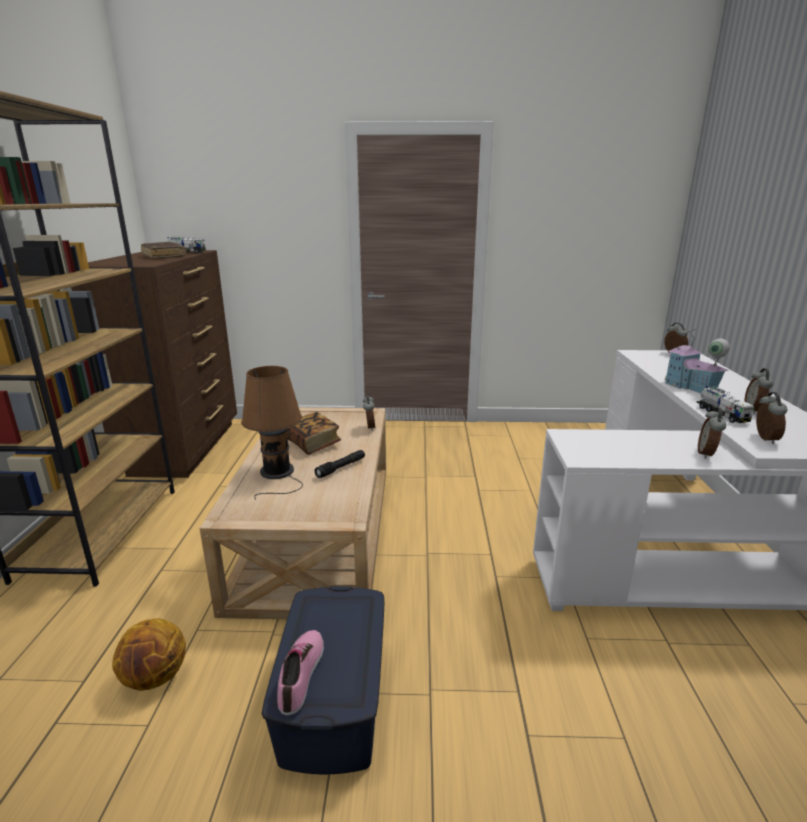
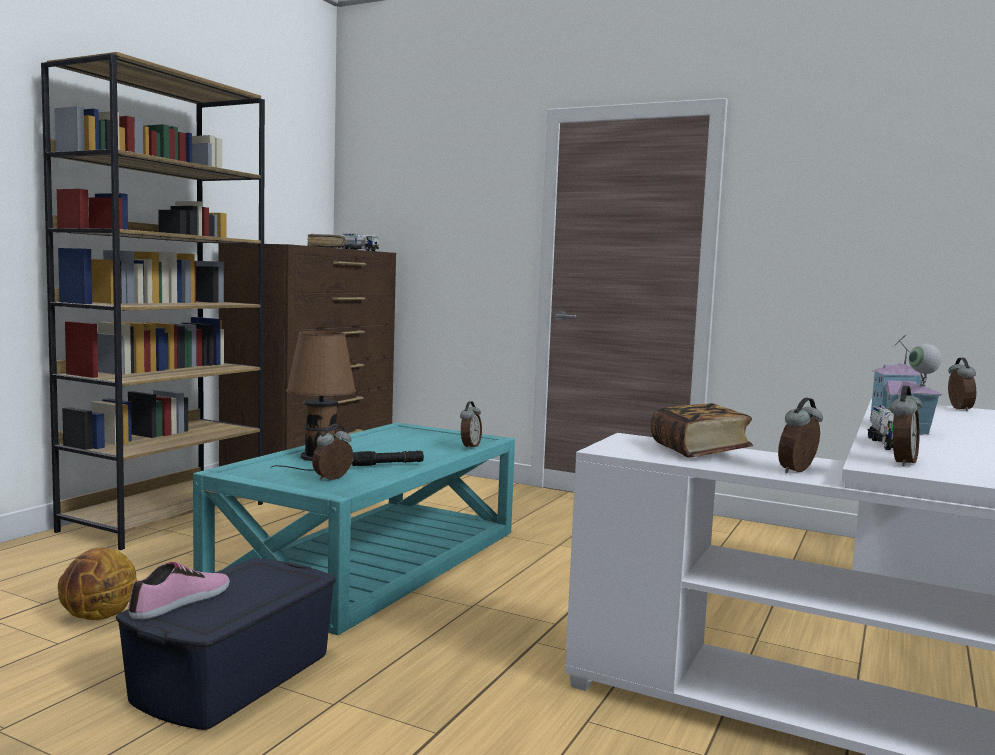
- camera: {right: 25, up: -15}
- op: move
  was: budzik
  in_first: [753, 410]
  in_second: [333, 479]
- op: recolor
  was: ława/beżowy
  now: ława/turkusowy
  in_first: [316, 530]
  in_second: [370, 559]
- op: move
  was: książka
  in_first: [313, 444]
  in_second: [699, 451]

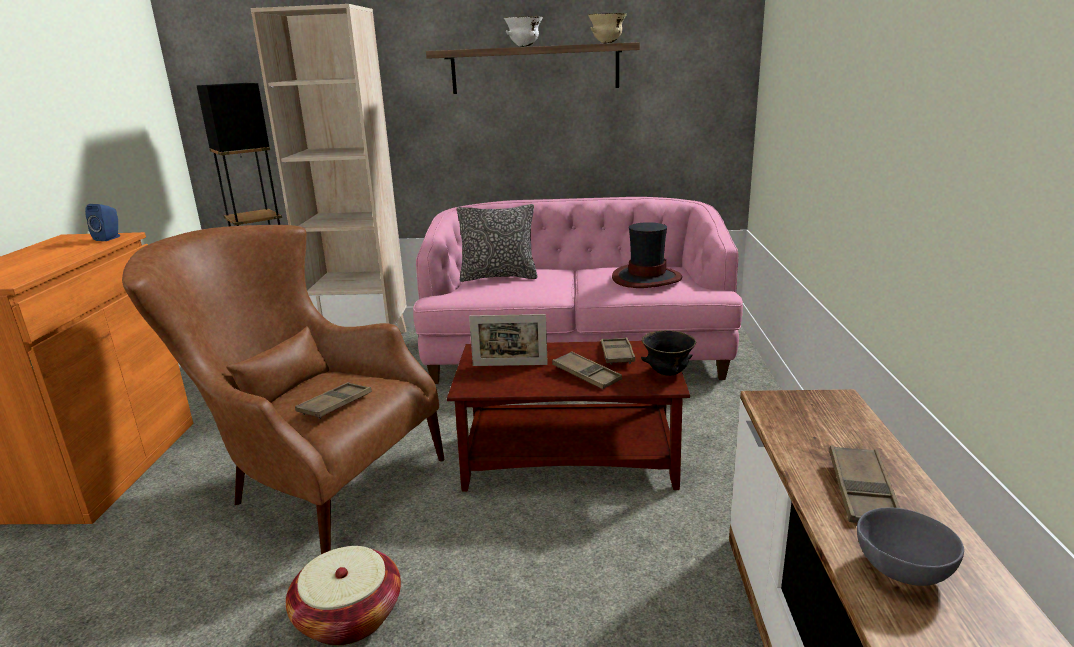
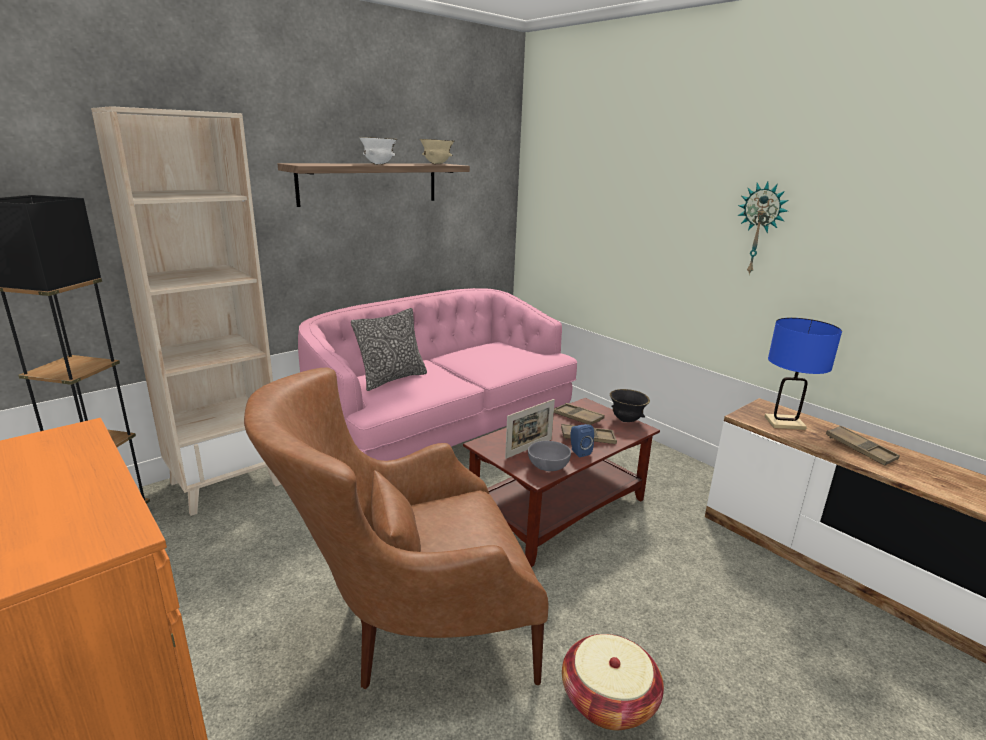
- camera: {right: -45, up: 0}
- op: move
  was: głośnik/niebieski
  in_first: [109, 238]
  in_second: [579, 451]
- op: delete
  was: kapelusz
  in_first: [646, 278]
- op: delete
  was: taca/brązowy
  in_first: [335, 405]
- op: move
  was: miska/szary
  in_first: [899, 570]
  in_second: [547, 468]
- op: insert
  now: zegar ścienny
  in_second: [760, 229]
- op: insert
  now: lampa stołowa/niebieski
  in_second: [784, 423]

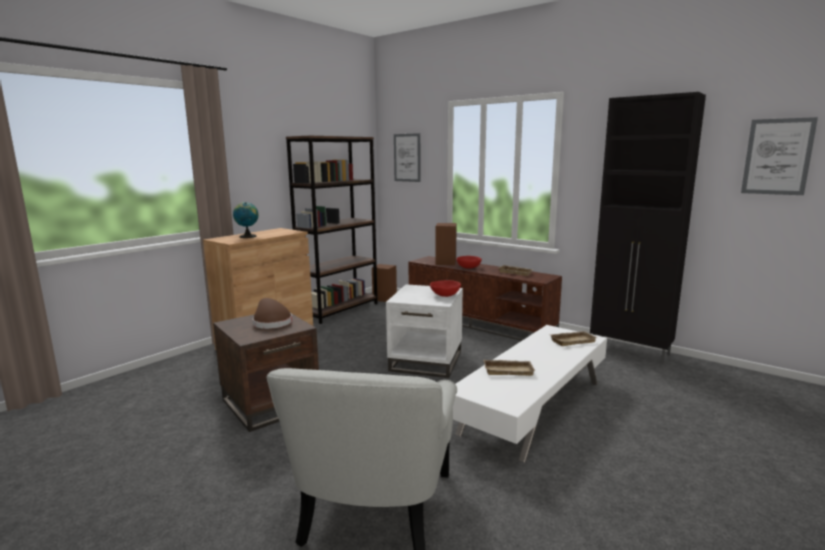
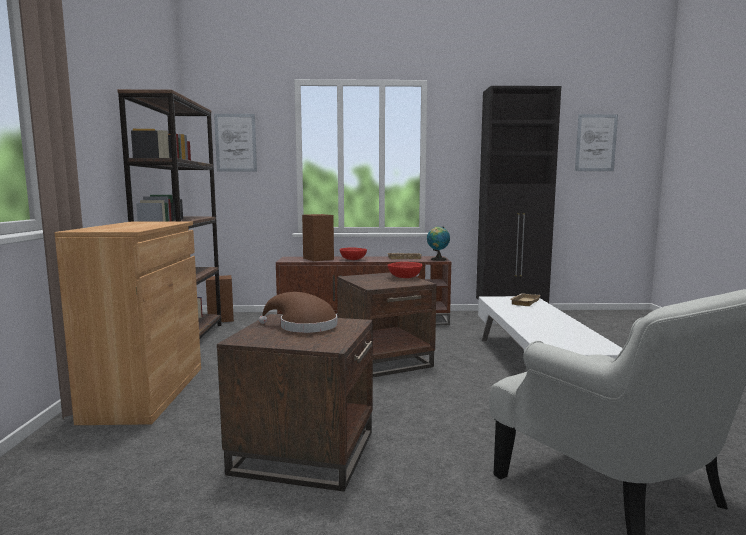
- camera: {right: -40, up: -5}
- op: move
  was: globus
  in_first: [247, 236]
  in_second: [437, 259]
- op: recolor
  was: stolik/biały
  now: stolik/brązowy
  in_first: [427, 361]
  in_second: [385, 360]
- op: delete
  was: taca/beżowy
  in_first: [508, 370]

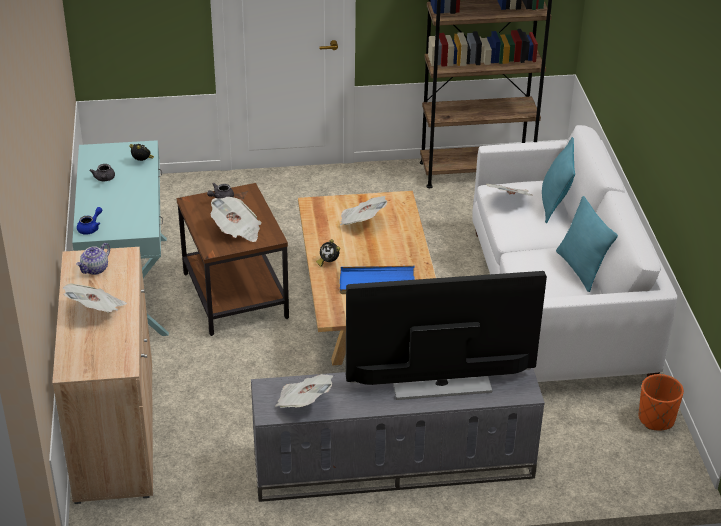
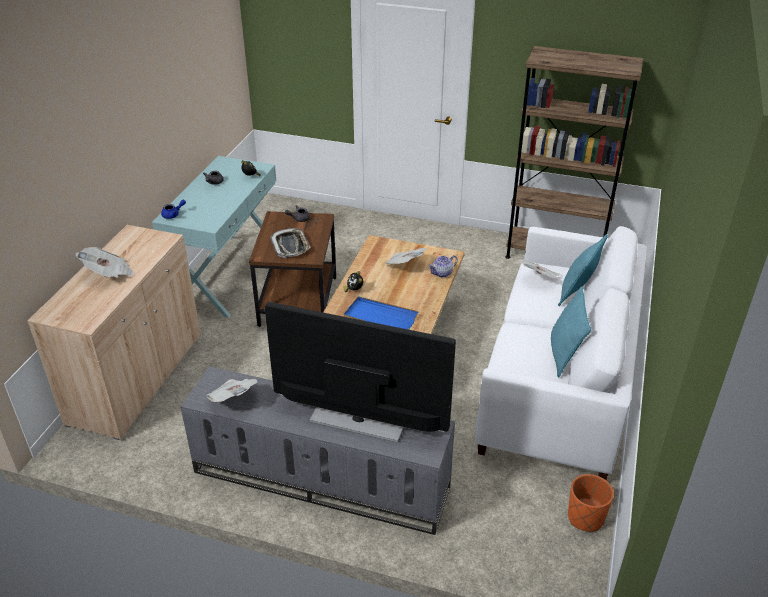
- camera: {right: 25, up: 0}
- op: replace
  was: gazeta
  now: taca
  in_first: [237, 230]
  in_second: [290, 246]
- op: move
  was: imbryk
  in_first: [95, 269]
  in_second: [442, 273]

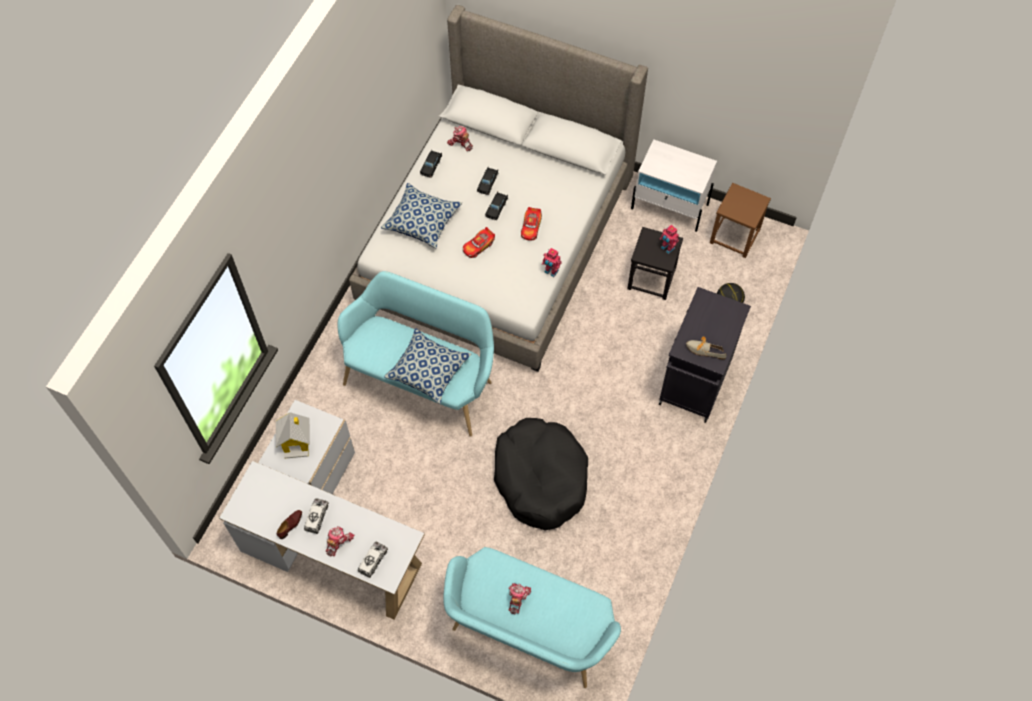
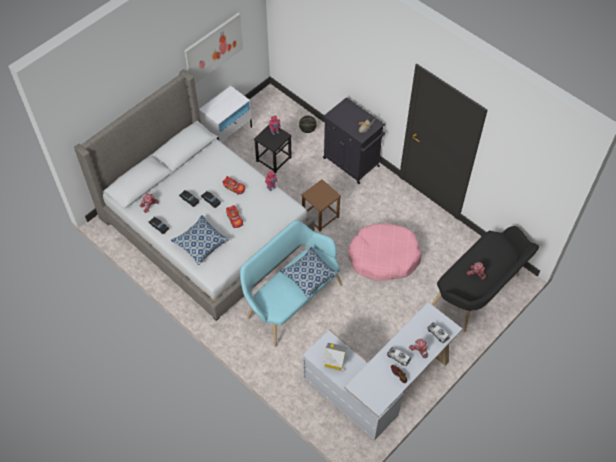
- camera: {right: -70, up: -5}
- op: move
  was: stołek/brązowy
  in_first: [734, 236]
  in_second: [320, 216]
- op: recolor
  was: legowisko/czarny
  now: legowisko/różowy
  in_first: [540, 478]
  in_second: [383, 257]
- op: recolor
  was: ławka/turkusowy
  now: ławka/czarny
  in_first: [528, 633]
  in_second: [478, 293]
- op: insert
  now: obraz
  in_second: [213, 48]

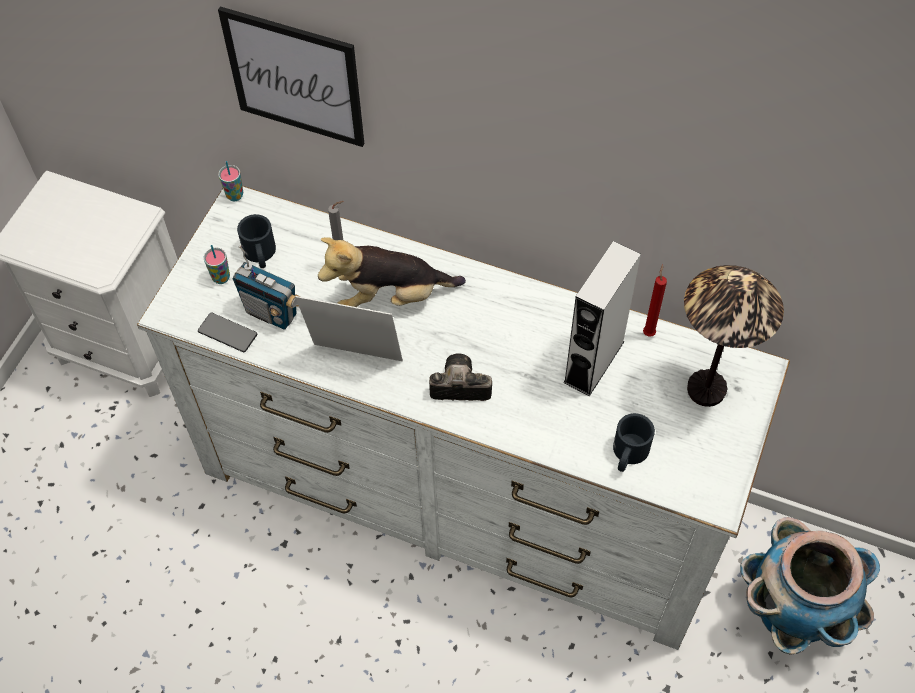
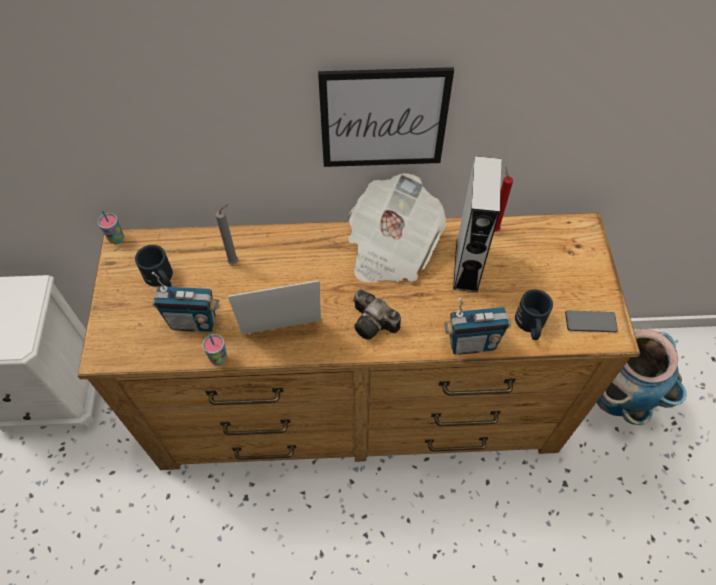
- camera: {right: -25, up: 0}
- op: move
  was: obraz
  in_first: [295, 77]
  in_second: [383, 119]
- op: recolor
  was: komoda/biały
  now: komoda/brązowy
  in_first: [462, 490]
  in_second: [358, 403]
- op: delete
  was: pluszak
  in_first: [390, 297]
- op: move
  was: filiżanka
  in_first: [221, 278]
  in_second: [219, 359]
- op: delete
  was: lampa stołowa
  in_first: [705, 389]
- op: move
  was: telefon
  in_first: [227, 333]
  in_second: [590, 322]
- op: rotate
  was: aparat fotograficzny
  in_first: [457, 386]
  in_second: [375, 323]
  clockwise: -120
- op: insert
  now: gazeta
  in_second: [390, 247]
- op: insert
  now: radio
  in_second: [471, 343]

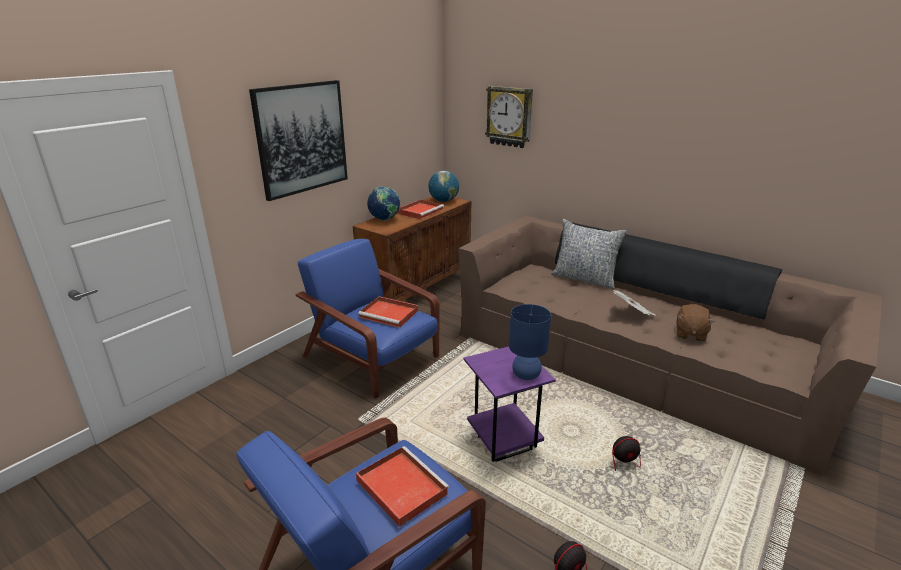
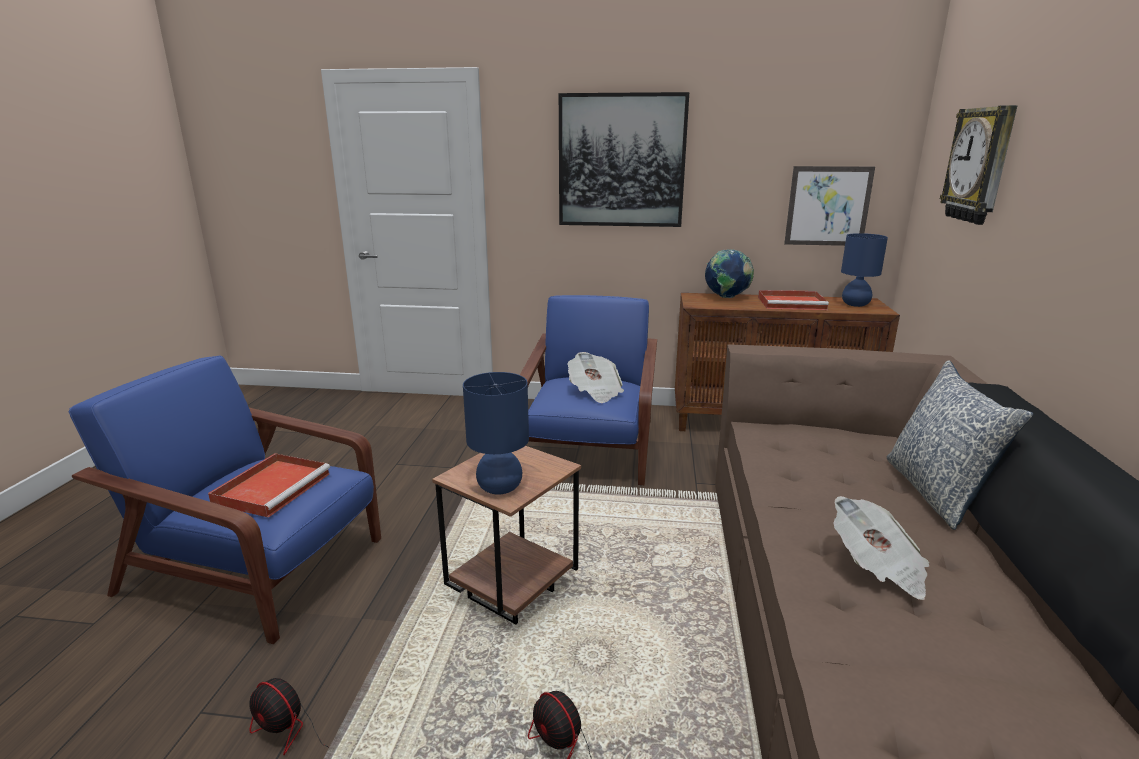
- camera: {right: 60, up: -5}
- op: replace
  was: globus
  now: lampa stołowa/niebieski
  in_first: [443, 201]
  in_second: [856, 304]
- op: replace
  was: taca/czerwony
  now: gazeta
  in_first: [390, 314]
  in_second: [595, 392]
- op: delete
  was: pluszak/brązowy
  in_first: [690, 334]
- op: recolor
  was: stolik/fioletowy
  now: stolik/brązowy
  in_first: [505, 442]
  in_second: [513, 595]
- op: insert
  now: obraz
  in_second: [828, 206]

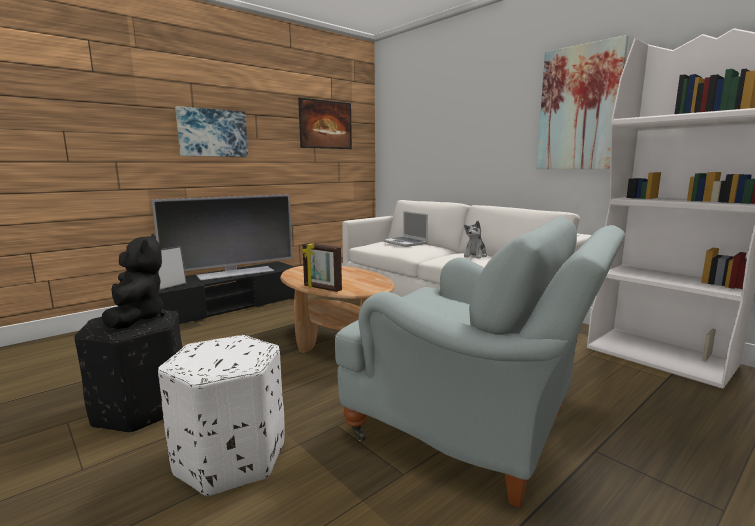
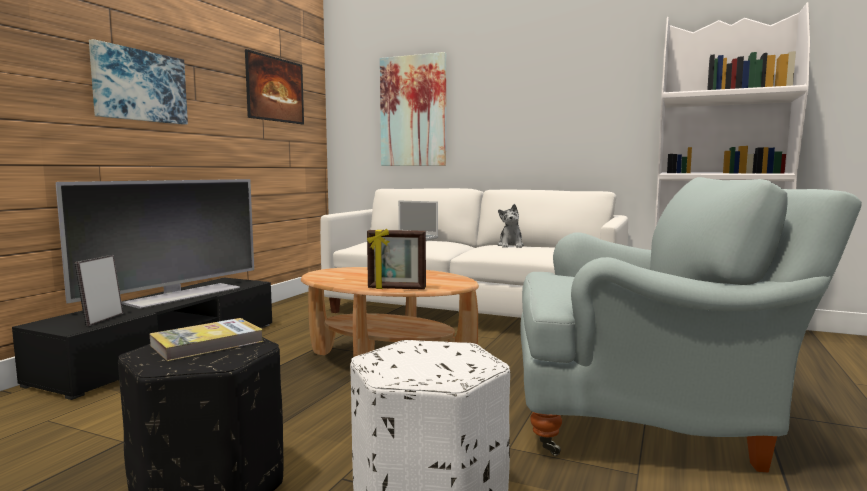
- camera: {right: -25, up: -5}
- op: move
  was: obraz
  in_first: [579, 108]
  in_second: [413, 111]
- op: replace
  was: pluszak/czarny
  now: książka
  in_first: [136, 318]
  in_second: [207, 343]

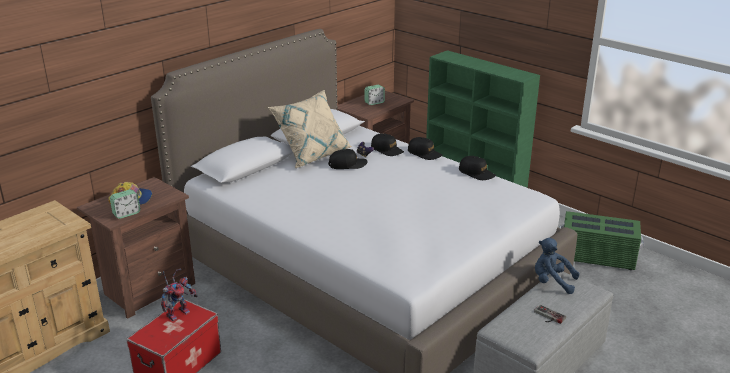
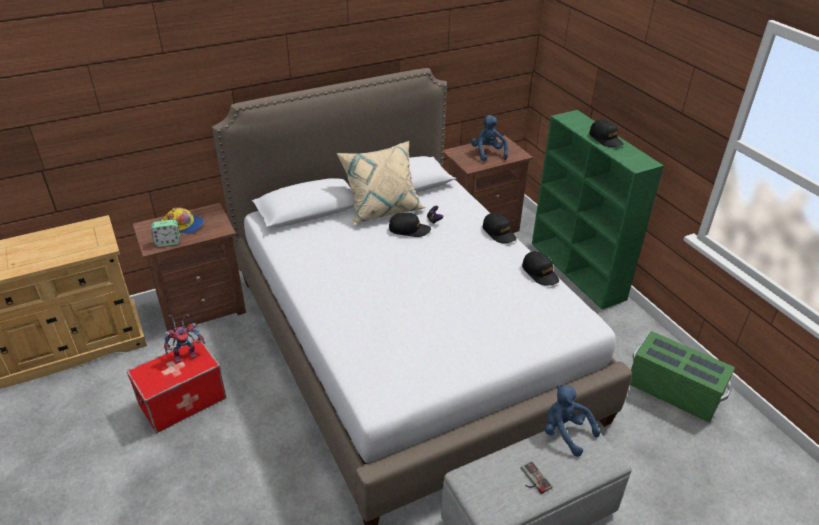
- camera: {right: 20, up: 10}
- op: replace
  was: budzik
  now: pluszak/niebieski
  in_first: [374, 103]
  in_second: [488, 153]
- op: move
  was: czapka z daszkiem/czarny
  in_first: [387, 150]
  in_second: [606, 139]

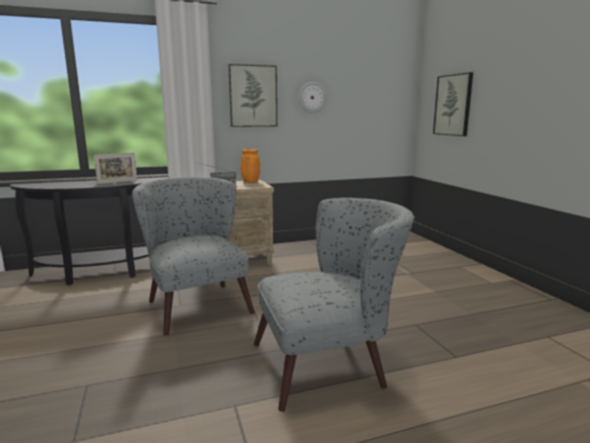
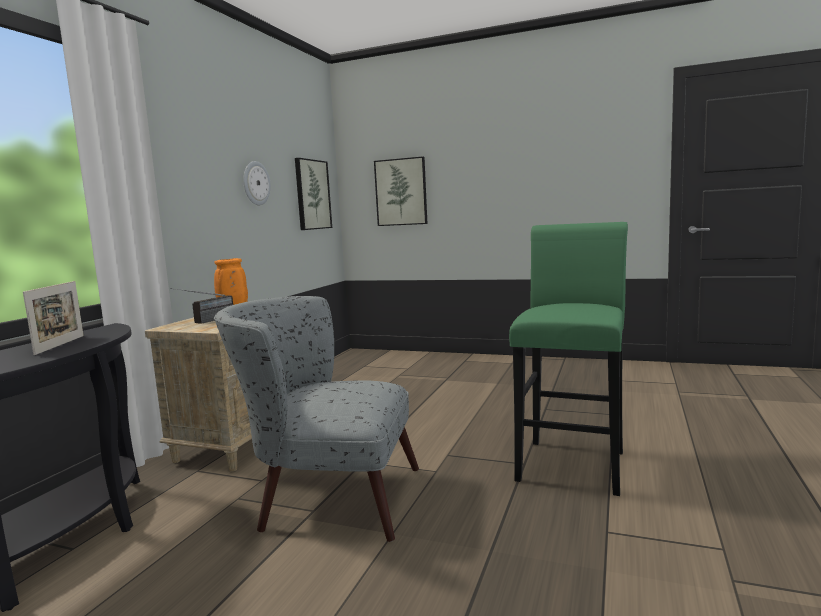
- camera: {right: -50, up: -5}
- op: move
  was: obraz
  in_first: [253, 96]
  in_second: [312, 194]
- op: replace
  was: fotel/szary
  now: stołek/zielony
  in_first: [330, 363]
  in_second: [573, 462]

